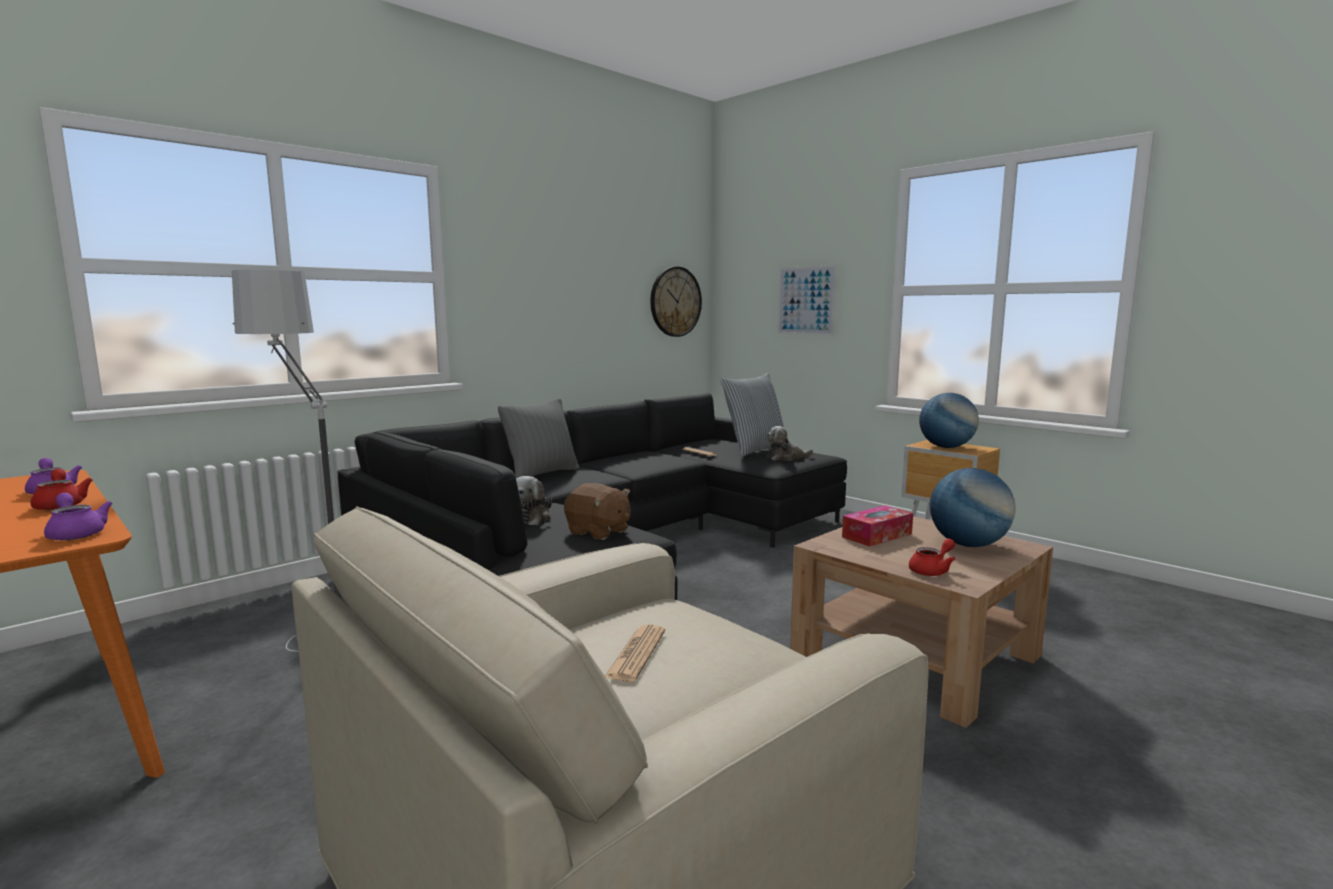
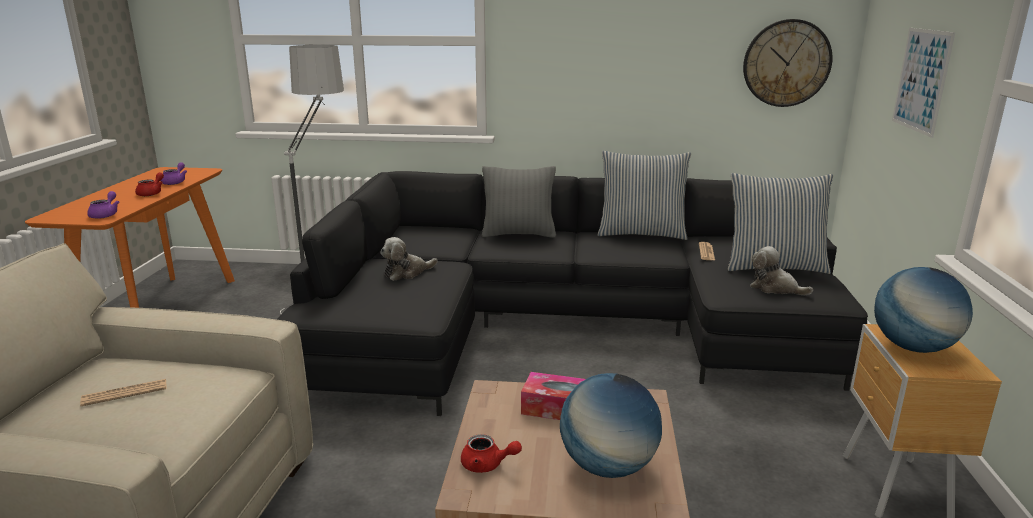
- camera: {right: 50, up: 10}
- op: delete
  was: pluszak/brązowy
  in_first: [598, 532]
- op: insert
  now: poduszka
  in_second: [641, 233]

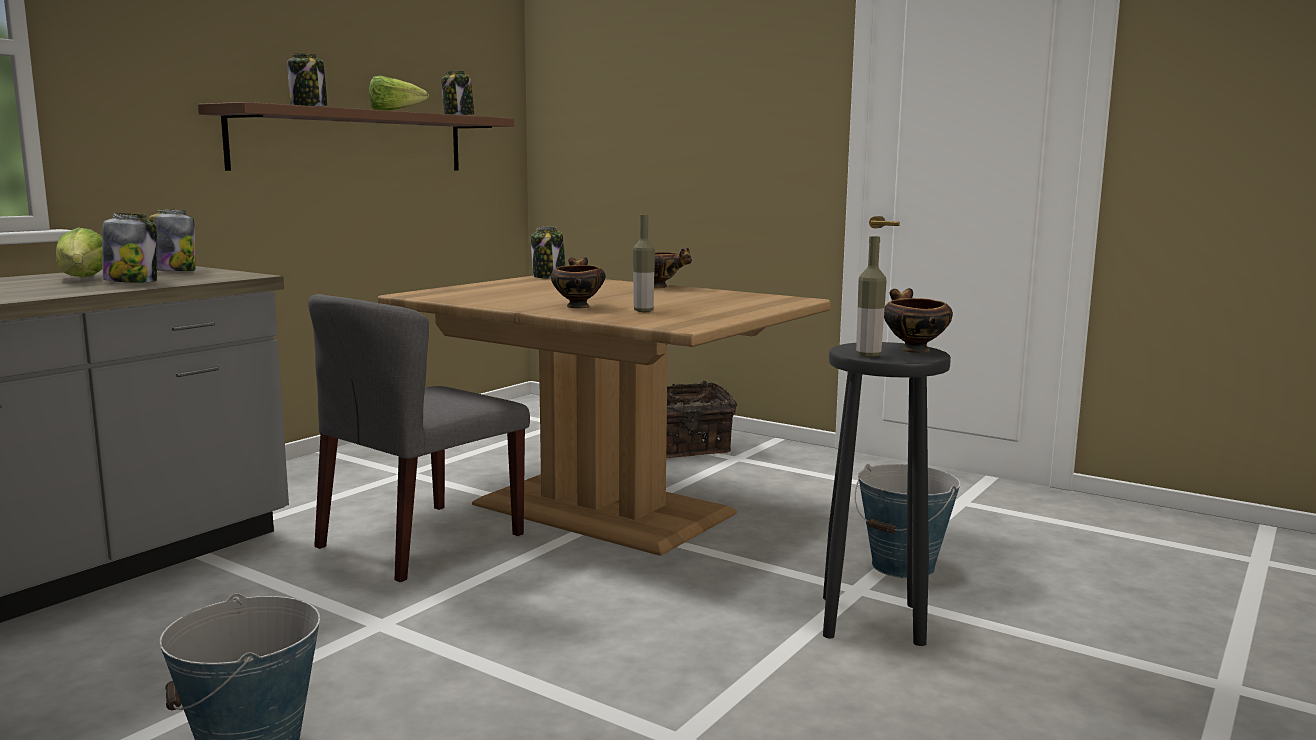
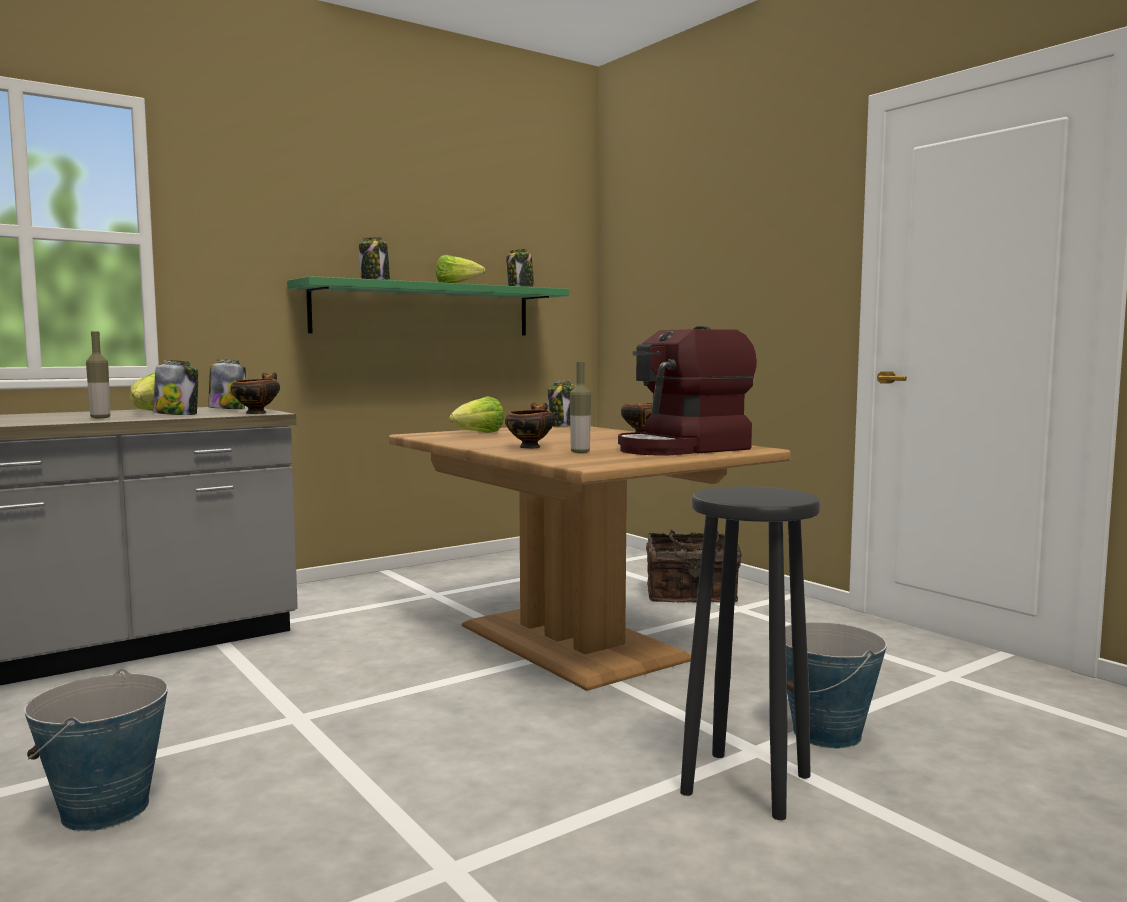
- camera: {right: 20, up: -5}
- op: recolor
  was: półka/brązowy
  now: półka/zielony
  in_first: [353, 141]
  in_second: [424, 310]
- op: move
  was: butelka
  in_first: [868, 355]
  in_second: [100, 417]
- op: move
  was: miska
  in_first: [913, 350]
  in_second: [257, 413]
- op: delete
  was: krzesło/szary
  in_first: [420, 541]
- op: insert
  now: ekspres do kawy
  in_second: [683, 449]
- op: insert
  now: sałata
  in_second: [478, 433]

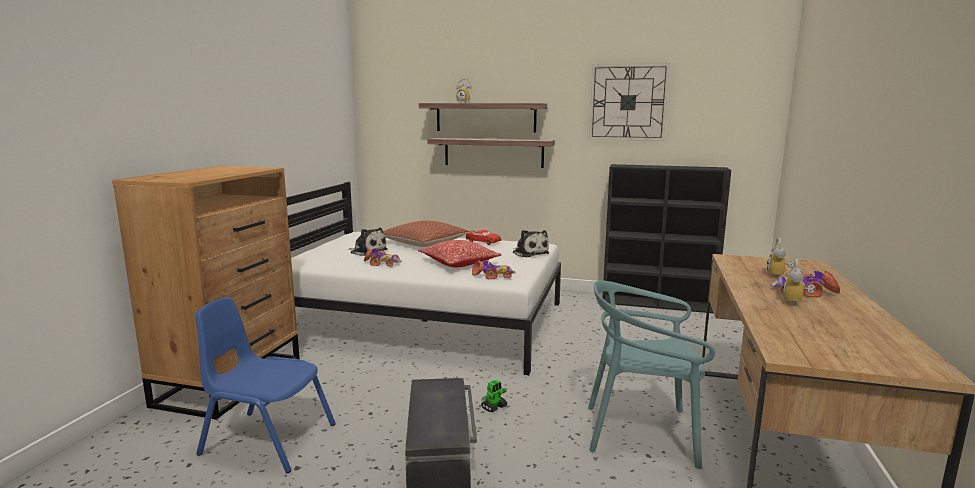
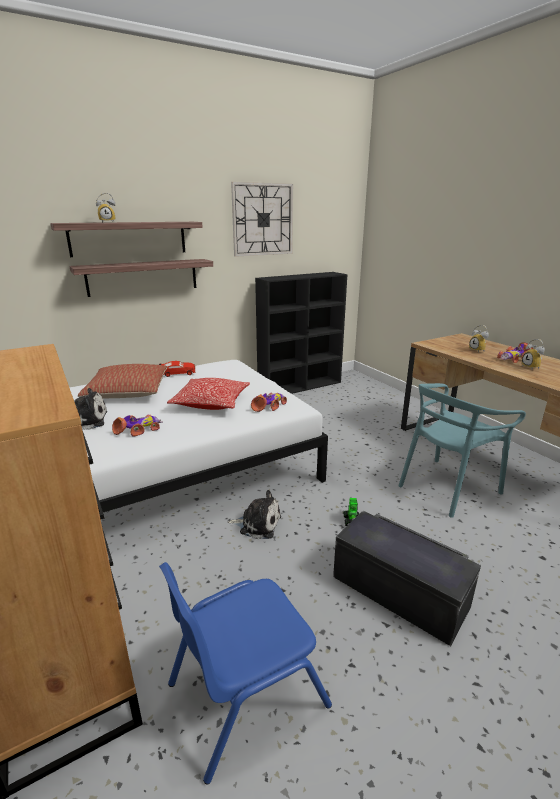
- camera: {right: -45, up: 10}
- op: move
  was: pluszak
  in_first: [529, 253]
  in_second: [257, 524]

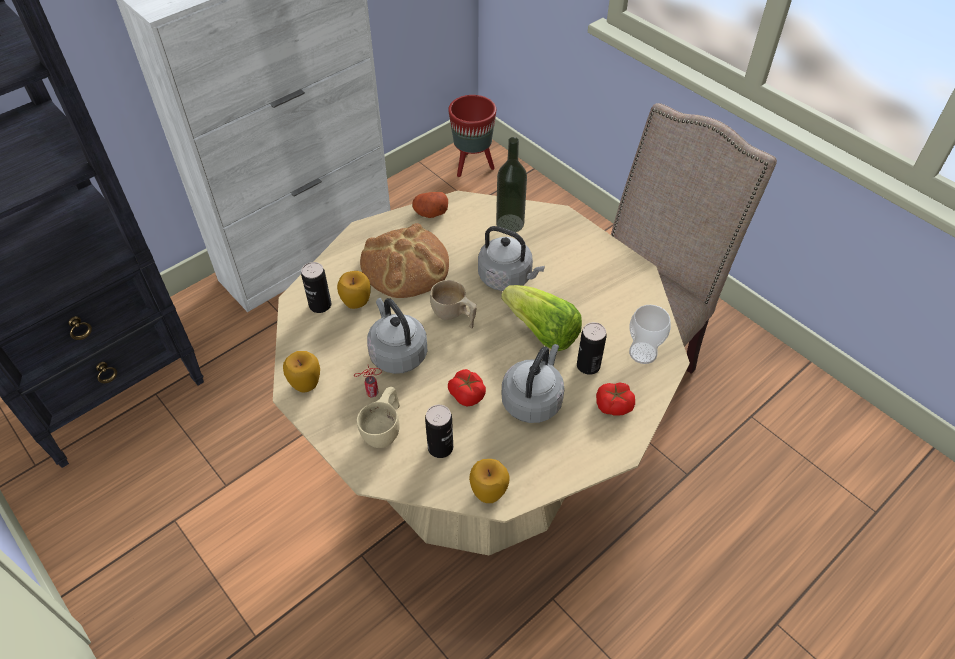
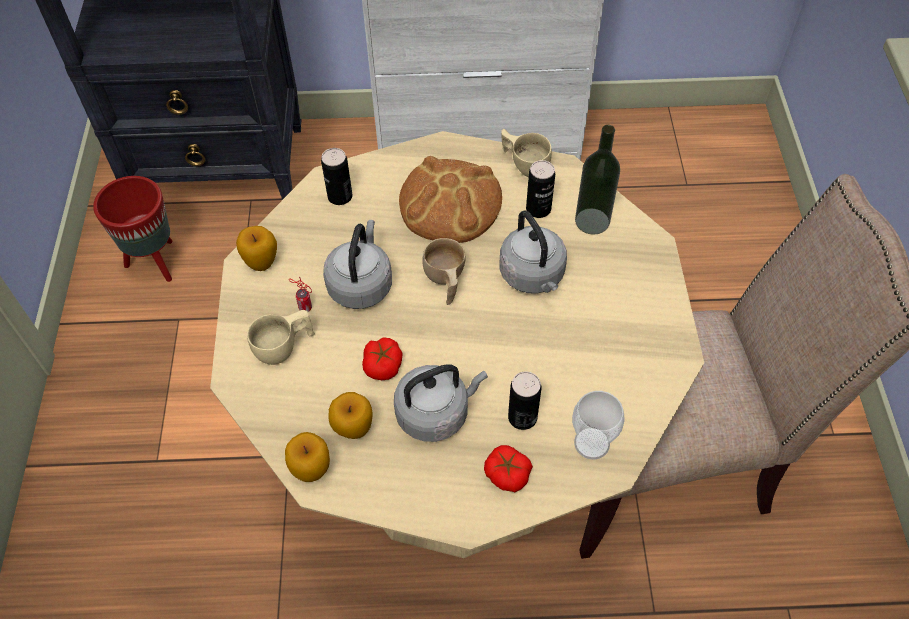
- camera: {right: 40, up: 5}
- op: move
  was: donica/czerwony
  in_first: [472, 166]
  in_second: [155, 263]
- op: replace
  was: ziemniak
  now: filiżanka/beżowy
  in_first: [430, 213]
  in_second: [524, 164]
- op: move
  was: jabłko
  in_first: [356, 303]
  in_second: [353, 429]
- op: delete
  was: sałata
  in_first: [541, 332]
- op: move
  was: puszka
  in_first: [440, 447]
  in_second: [538, 209]

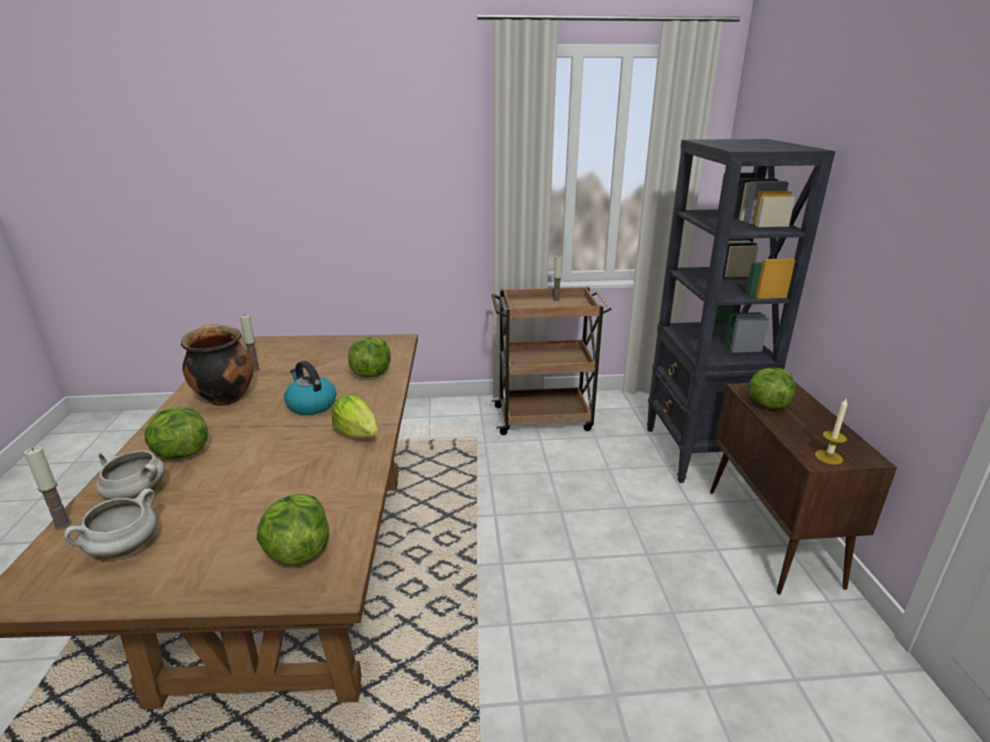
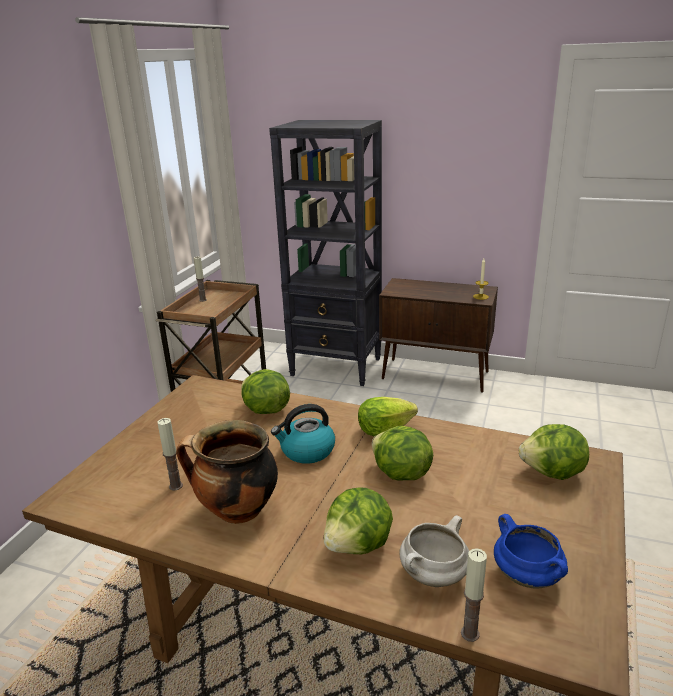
- camera: {right: -65, up: 0}
- op: move
  was: sałata
  in_first: [767, 404]
  in_second: [400, 474]
- op: recolor
  was: garnek/biały
  now: garnek/niebieski
  in_first: [123, 549]
  in_second: [528, 576]

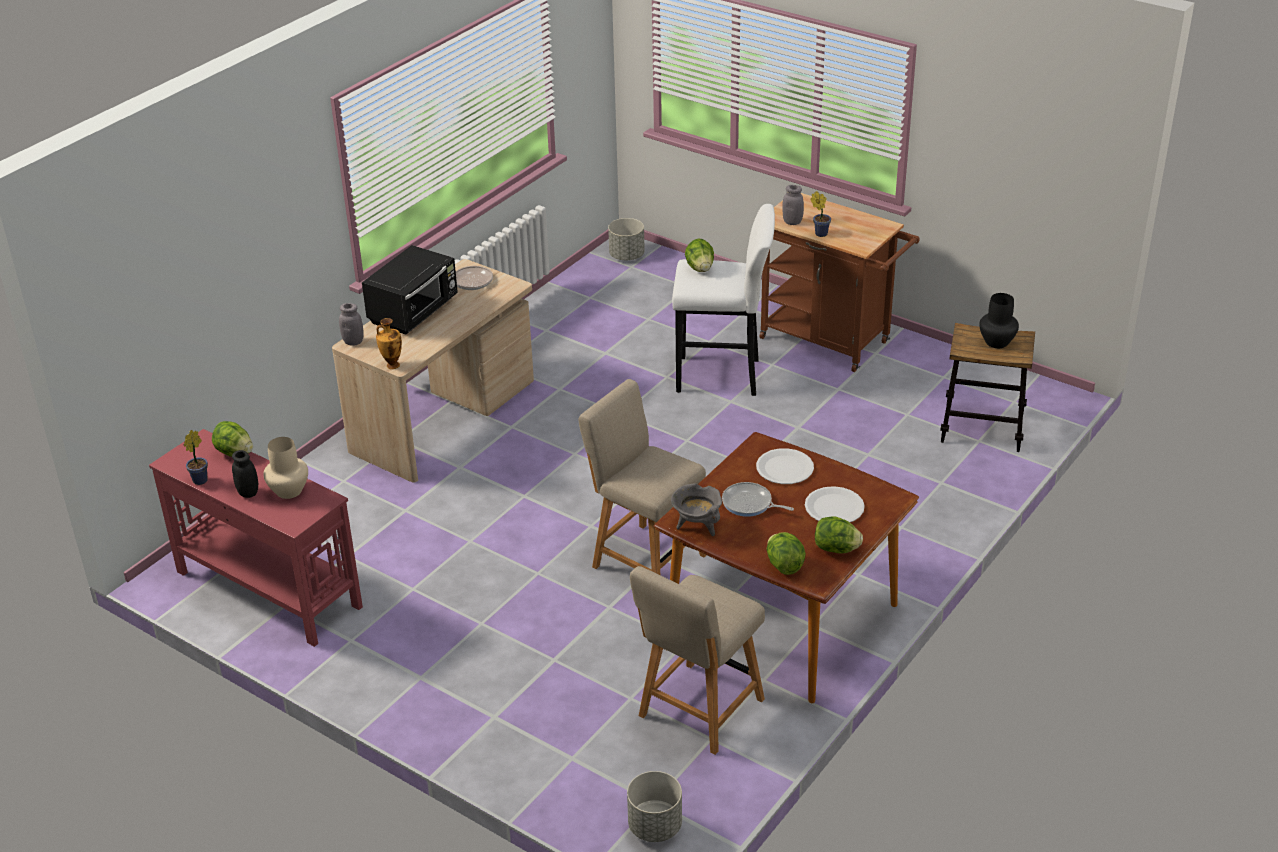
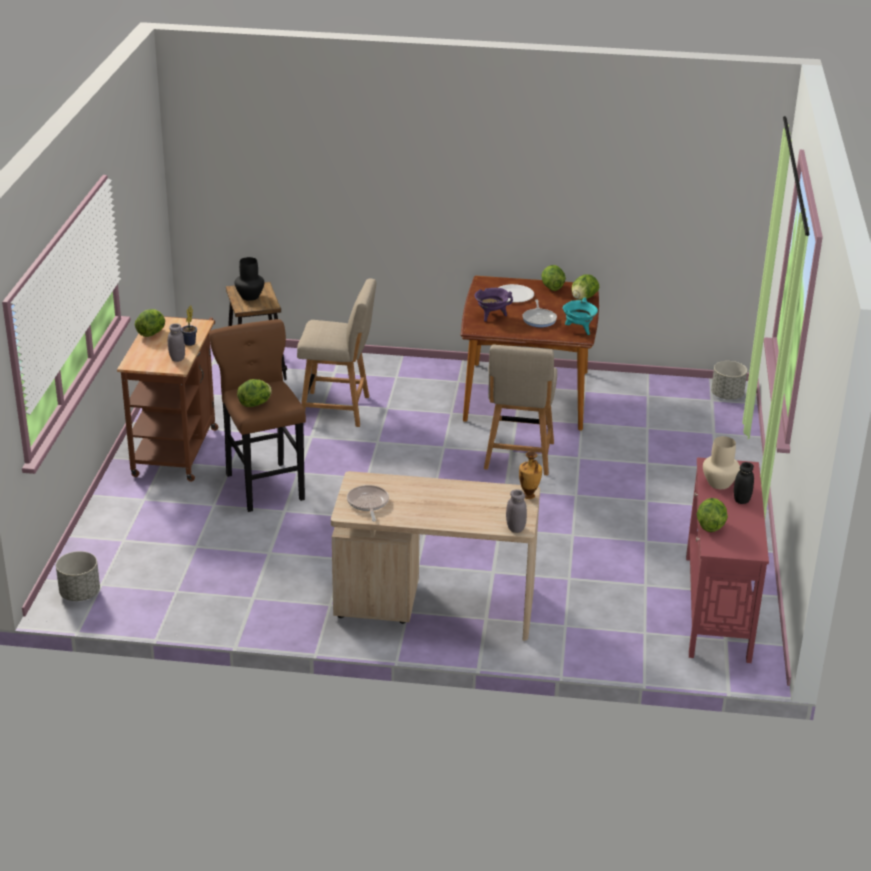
- camera: {right: -120, up: -5}
- op: recolor
  was: stołek/biały
  now: stołek/brązowy
  in_first: [723, 376]
  in_second: [264, 484]
- op: delete
  was: mikrofalówka/czarny
  in_first: [415, 312]
- op: delete
  was: roślina doniczkowa
  in_first: [201, 479]
- op: replace
  was: talerz/biały
  now: garnek/fioletowy
  in_first: [785, 468]
  in_second: [491, 316]
- op: recolor
  was: garnek/szary
  now: garnek/turkusowy
  in_first: [697, 526]
  in_second: [579, 330]
- op: move
  was: krzesło/beżowy
  in_first: [698, 711]
  in_second: [339, 409]
- op: insert
  now: sałata
  in_second: [152, 333]

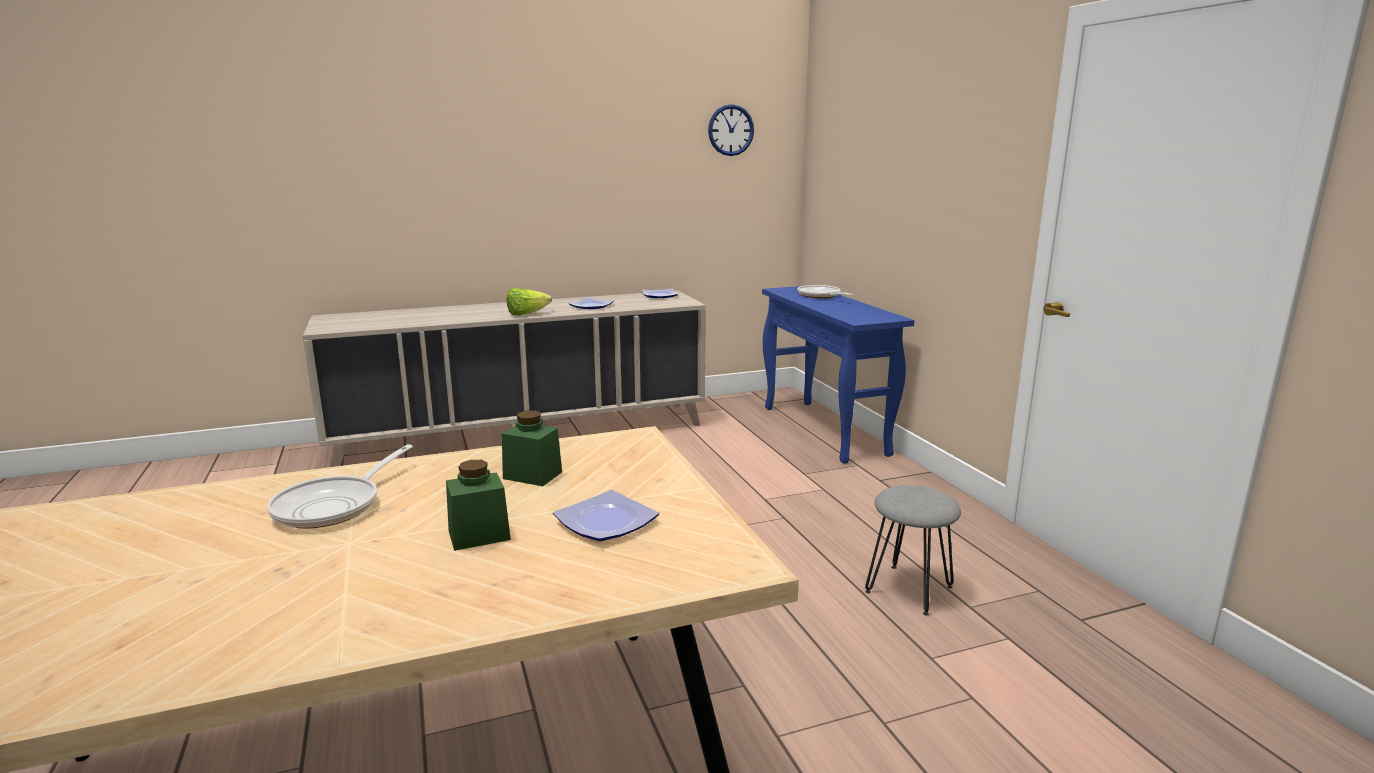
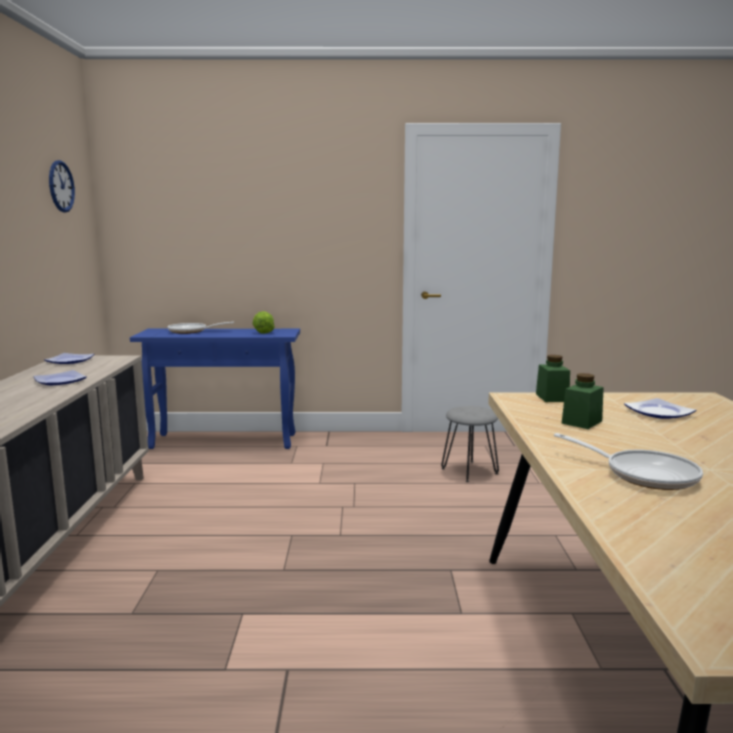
- camera: {right: -70, up: -5}
- op: move
  was: sałata
  in_first: [526, 314]
  in_second: [264, 332]
- op: move
  was: słoik/zielony
  in_first: [479, 535]
  in_second: [552, 397]

